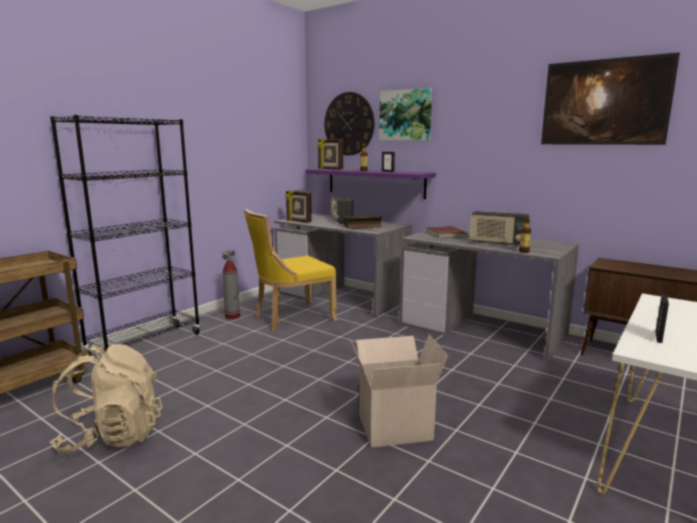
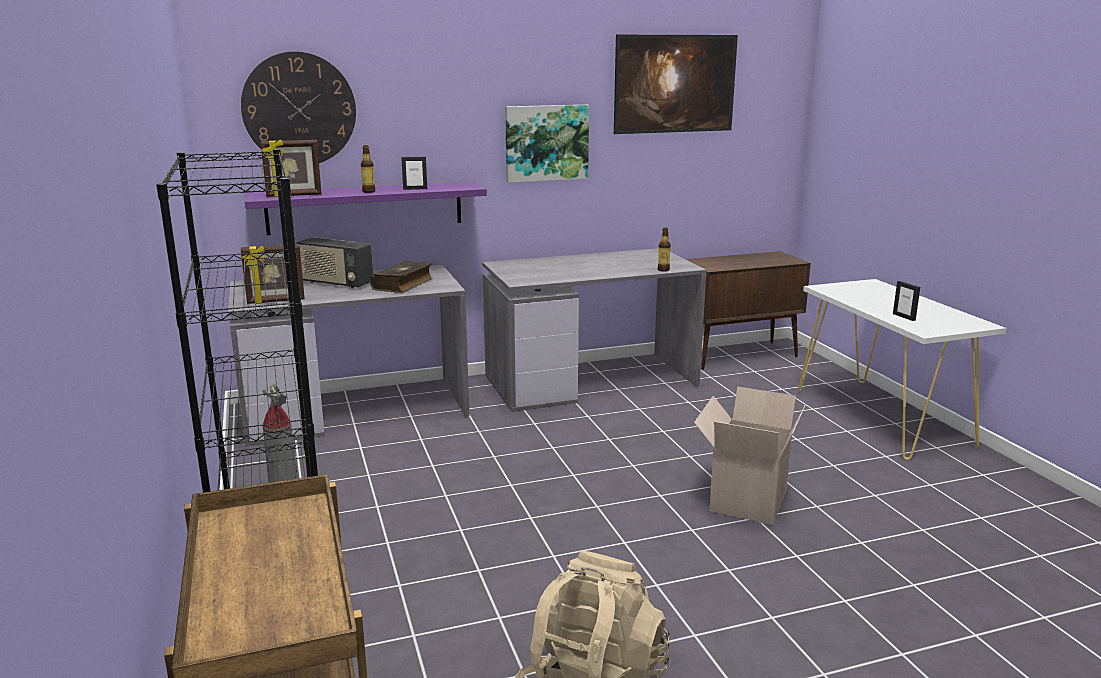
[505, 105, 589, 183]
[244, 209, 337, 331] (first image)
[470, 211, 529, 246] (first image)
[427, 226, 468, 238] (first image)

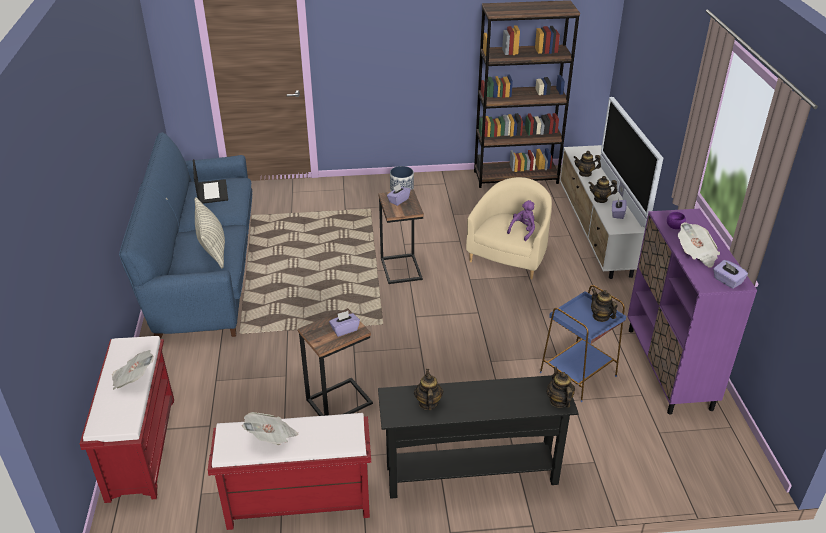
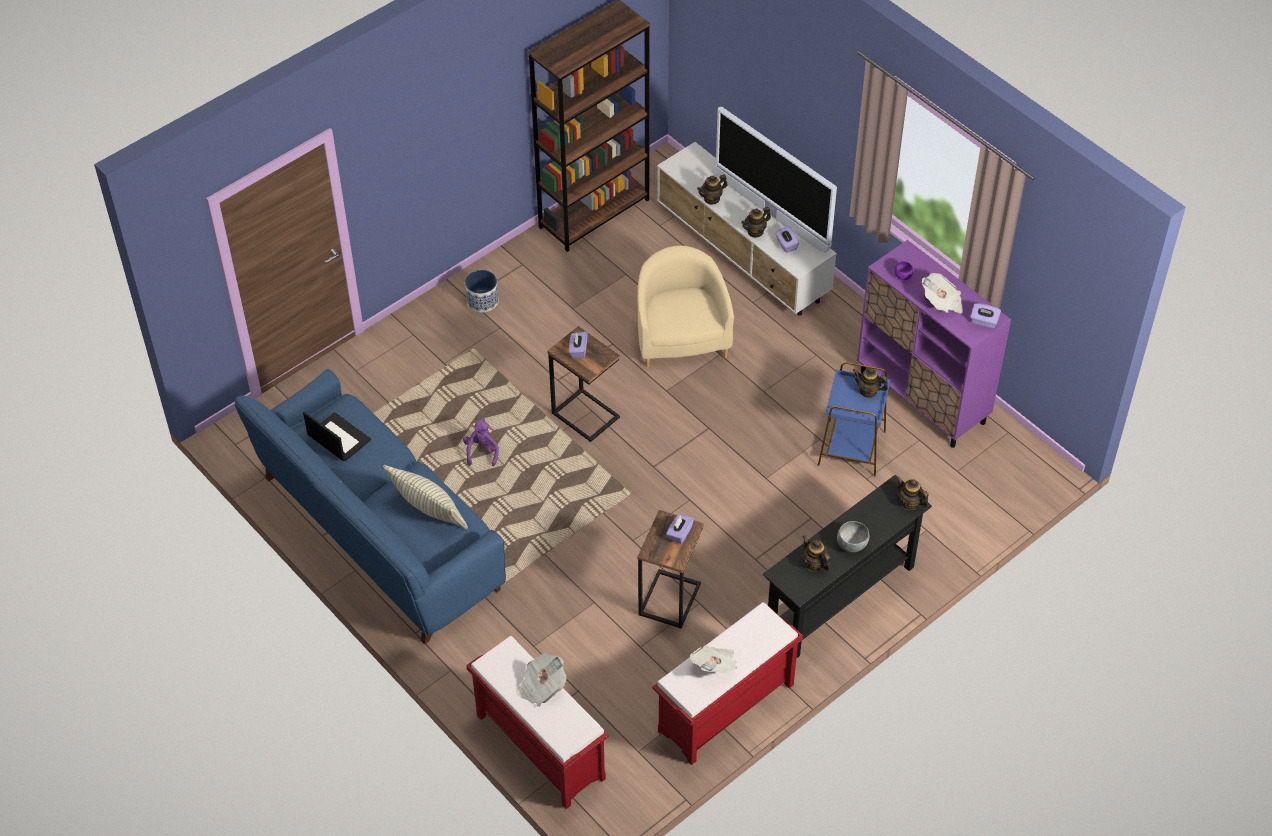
[463, 418, 499, 466]
[837, 521, 869, 552]

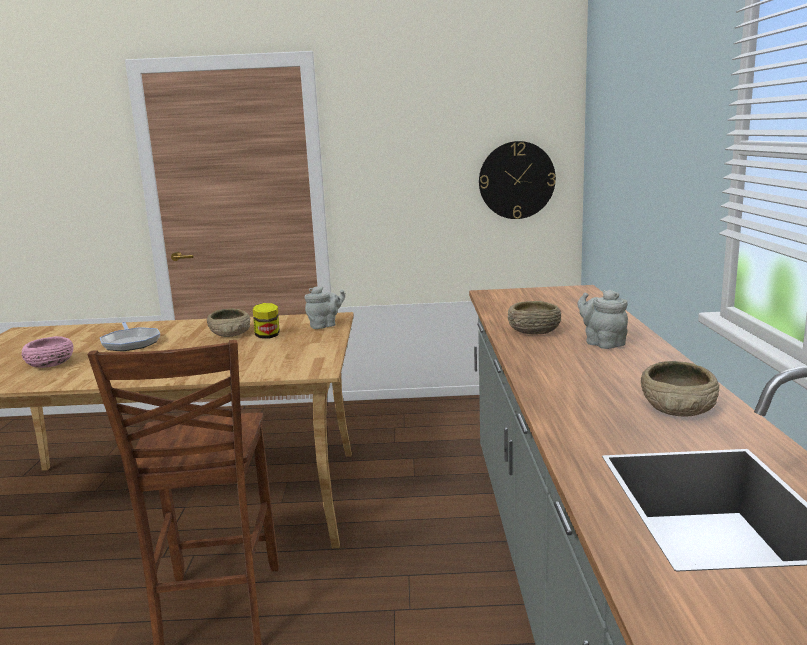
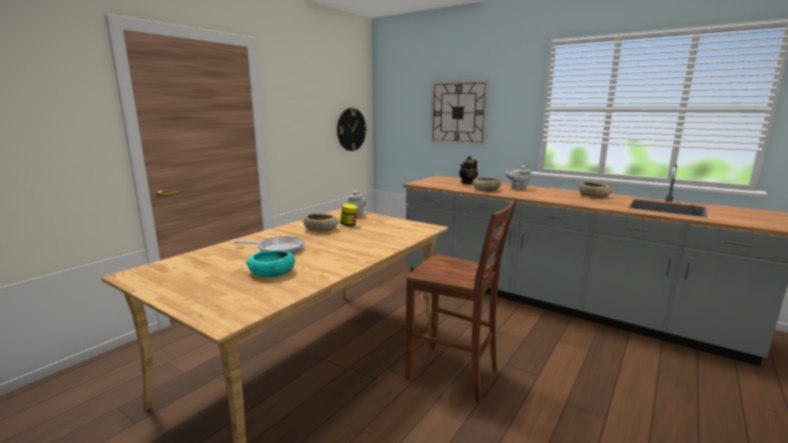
[246, 250, 295, 277]
[430, 80, 489, 145]
[459, 156, 478, 184]

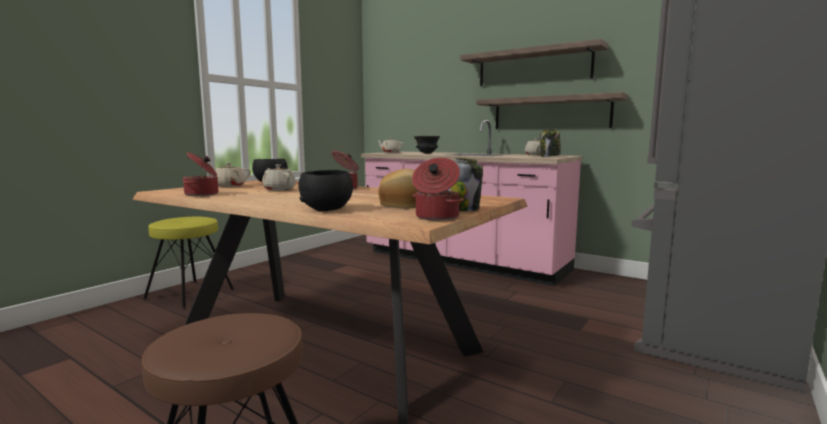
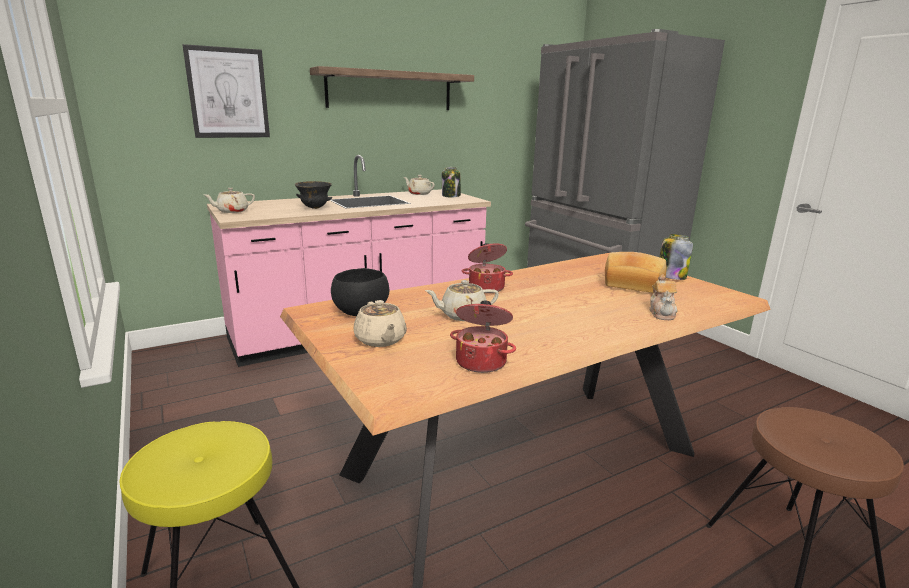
[476, 92, 628, 129] (first image)
[412, 158, 464, 221] (first image)
[649, 274, 678, 320]
[182, 44, 270, 138]

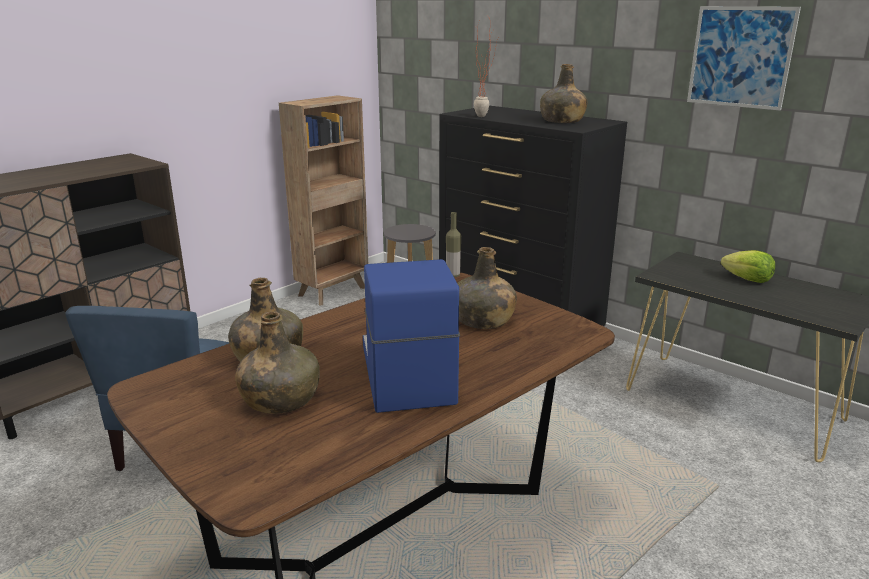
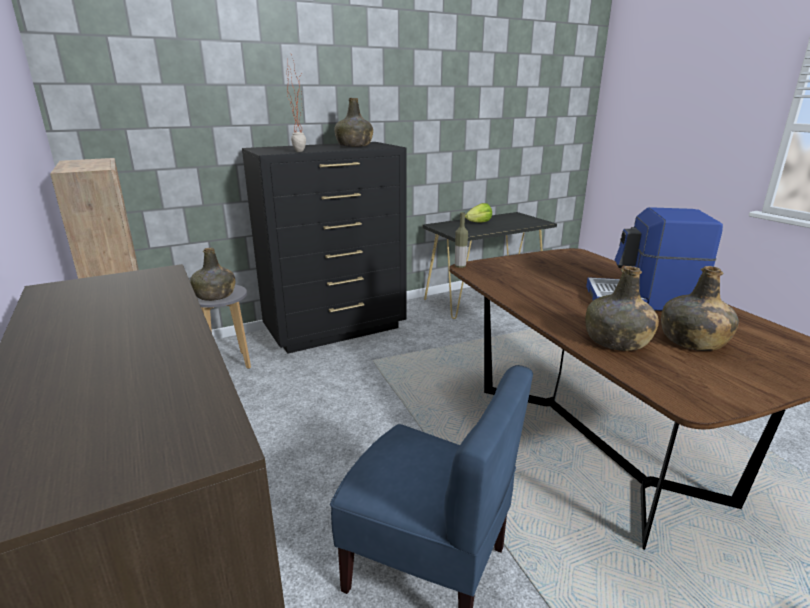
[687, 6, 801, 111] (first image)
[190, 248, 235, 301]

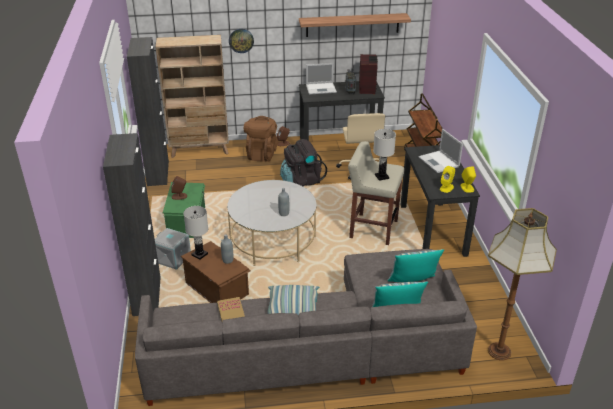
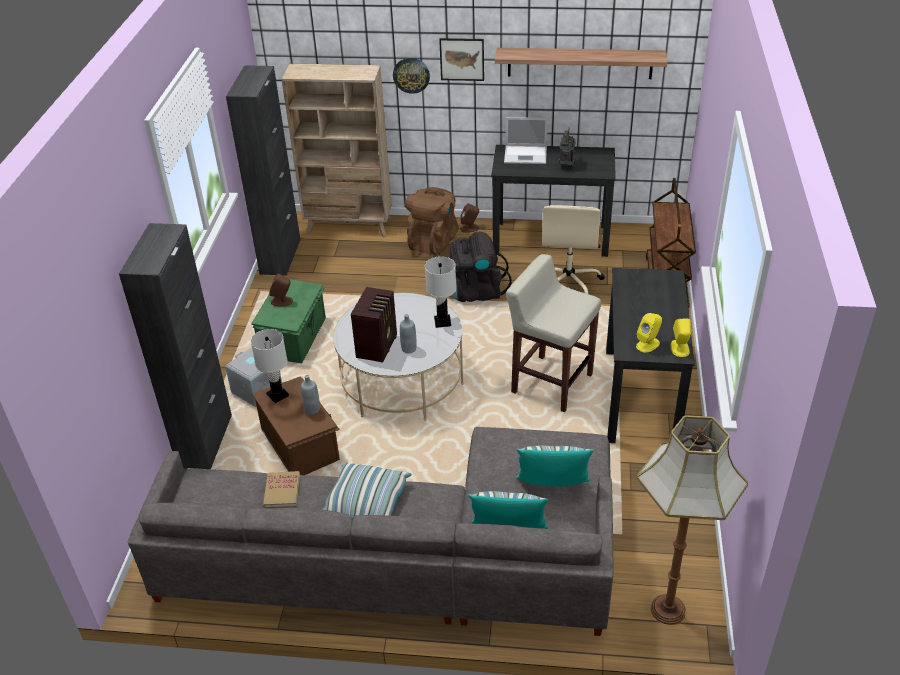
[351, 287, 397, 363]
[425, 256, 456, 328]
[418, 129, 463, 173] (first image)
[439, 38, 484, 81]

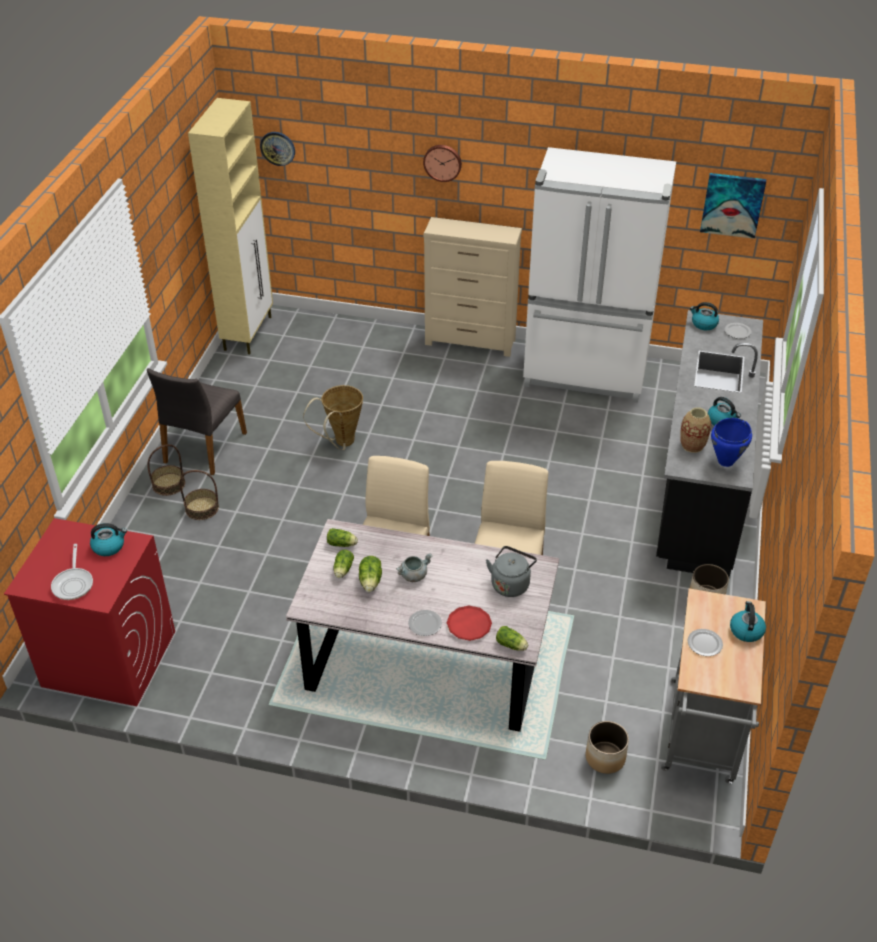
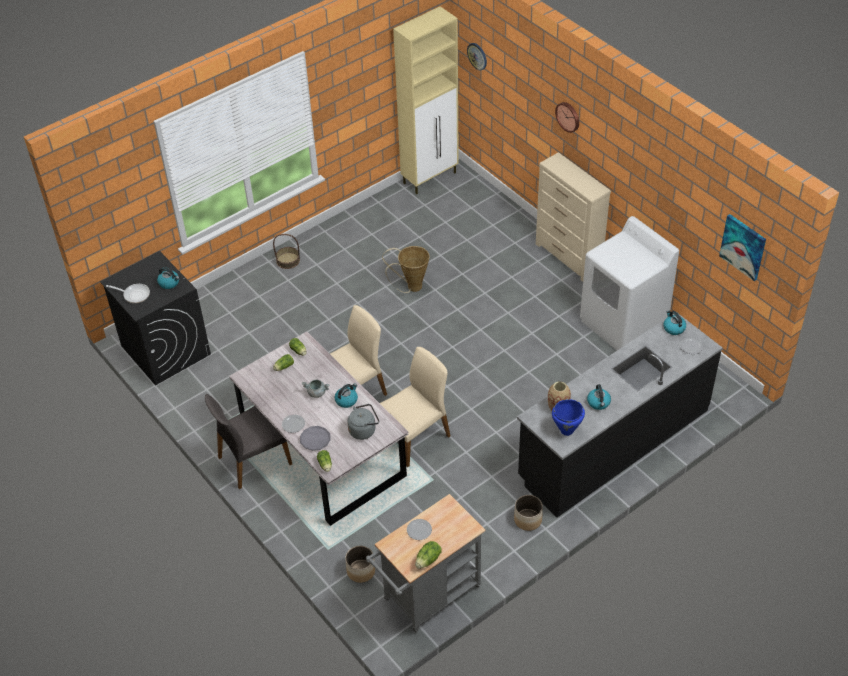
[580, 216, 679, 350]
[205, 394, 292, 489]
[179, 470, 219, 520] (first image)
[100, 251, 211, 386]
[106, 284, 150, 303]
[415, 541, 442, 569]
[335, 383, 358, 408]
[300, 426, 331, 451]

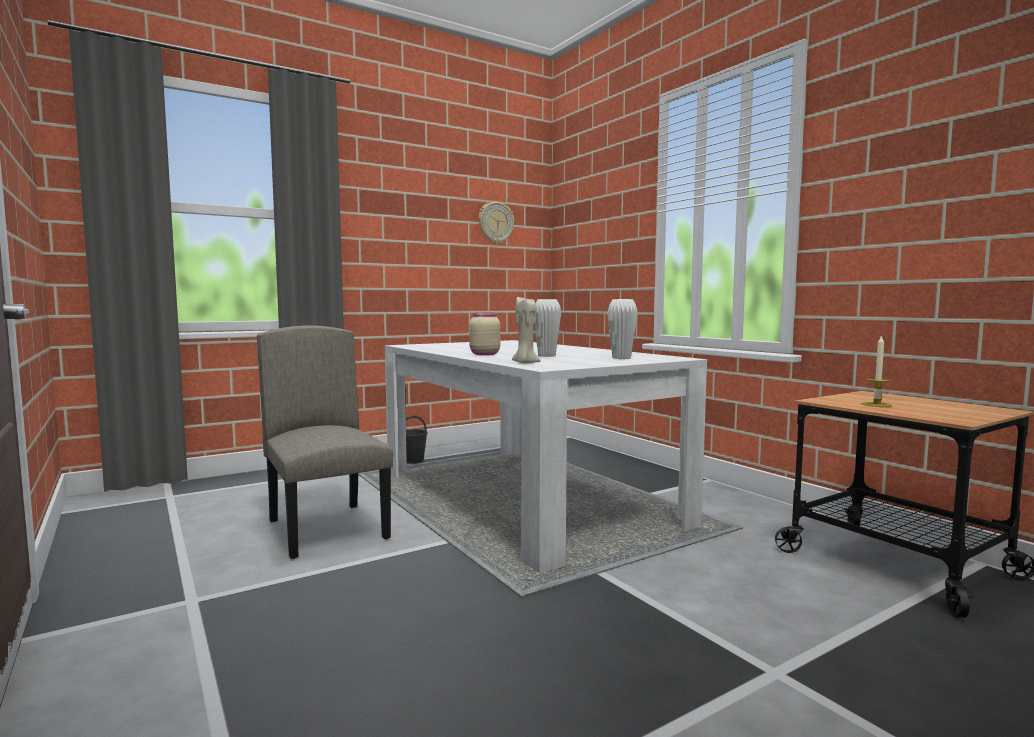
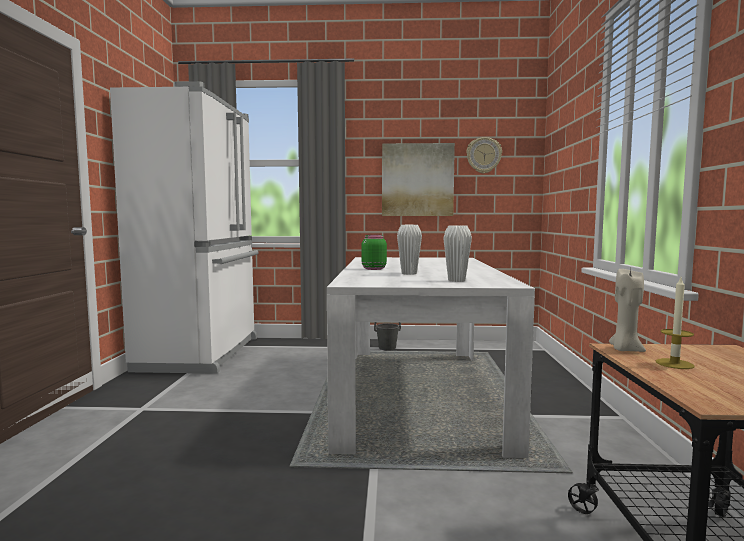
[609, 269, 646, 352]
[361, 235, 387, 270]
[257, 325, 393, 559] (first image)
[110, 81, 259, 374]
[382, 143, 455, 216]

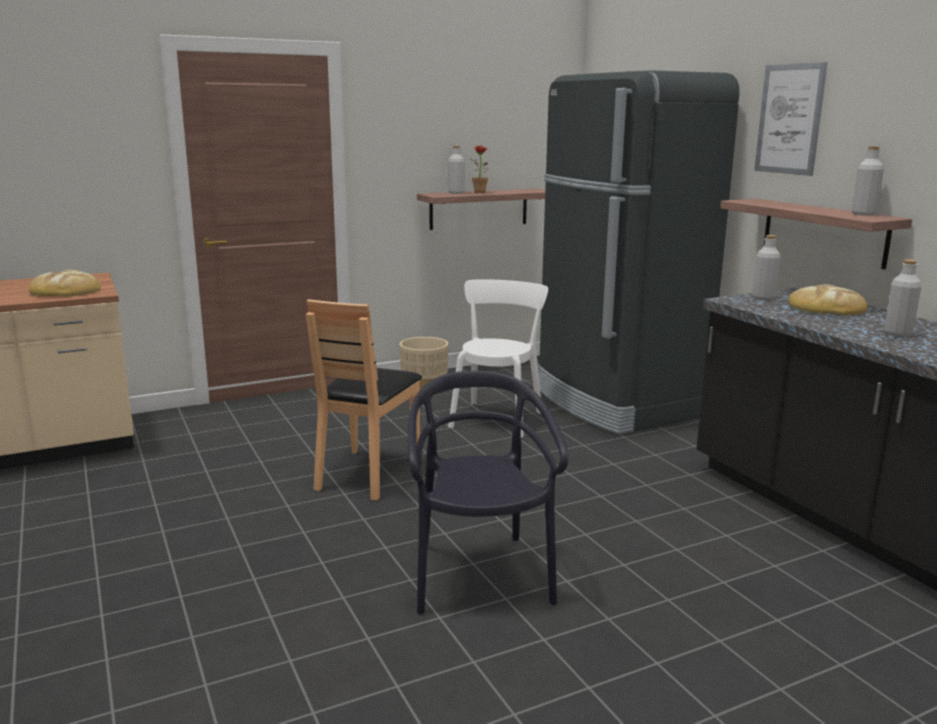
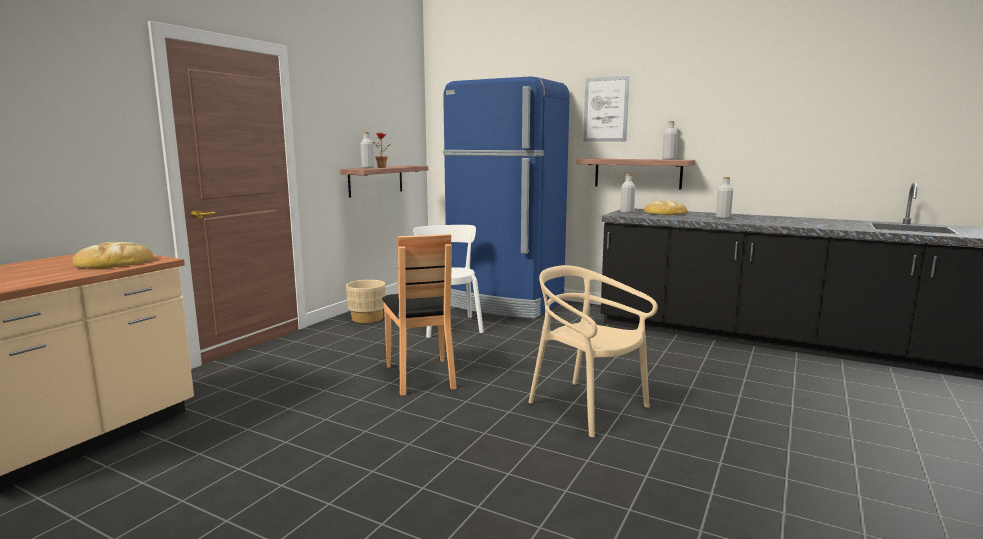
[443, 76, 569, 319]
[529, 265, 658, 438]

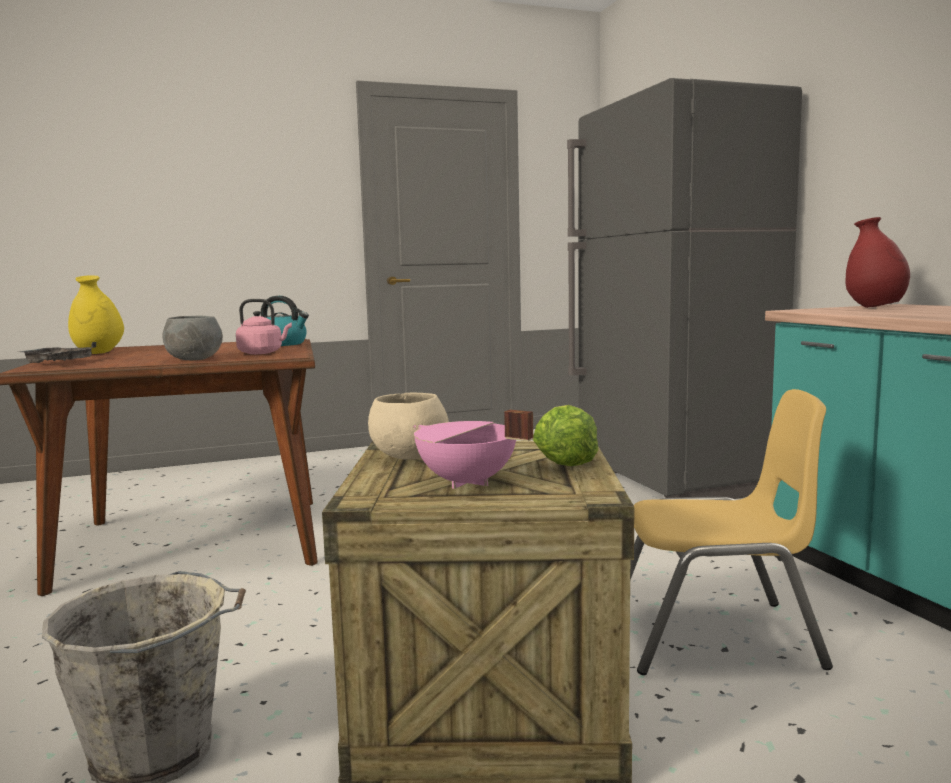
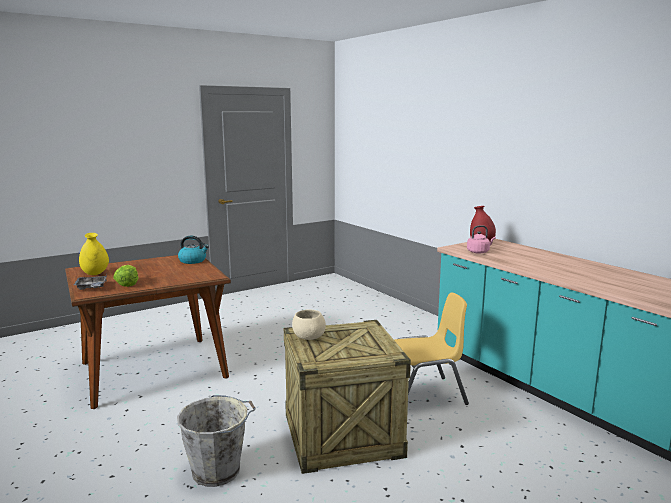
[567, 78, 802, 499] (first image)
[467, 225, 496, 254]
[163, 316, 223, 360] (first image)
[113, 265, 139, 287]
[413, 410, 533, 489] (first image)

